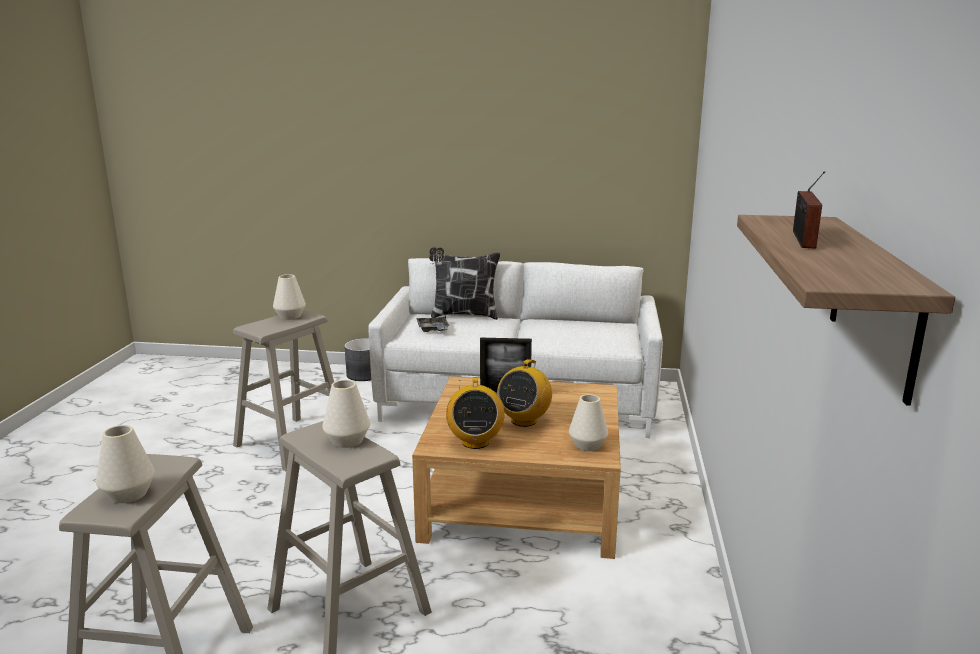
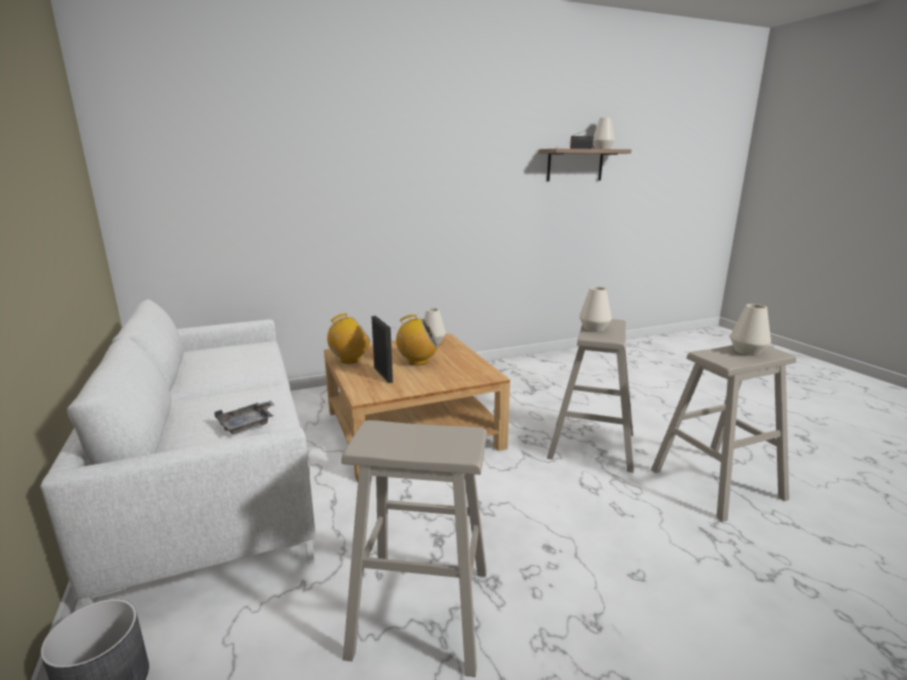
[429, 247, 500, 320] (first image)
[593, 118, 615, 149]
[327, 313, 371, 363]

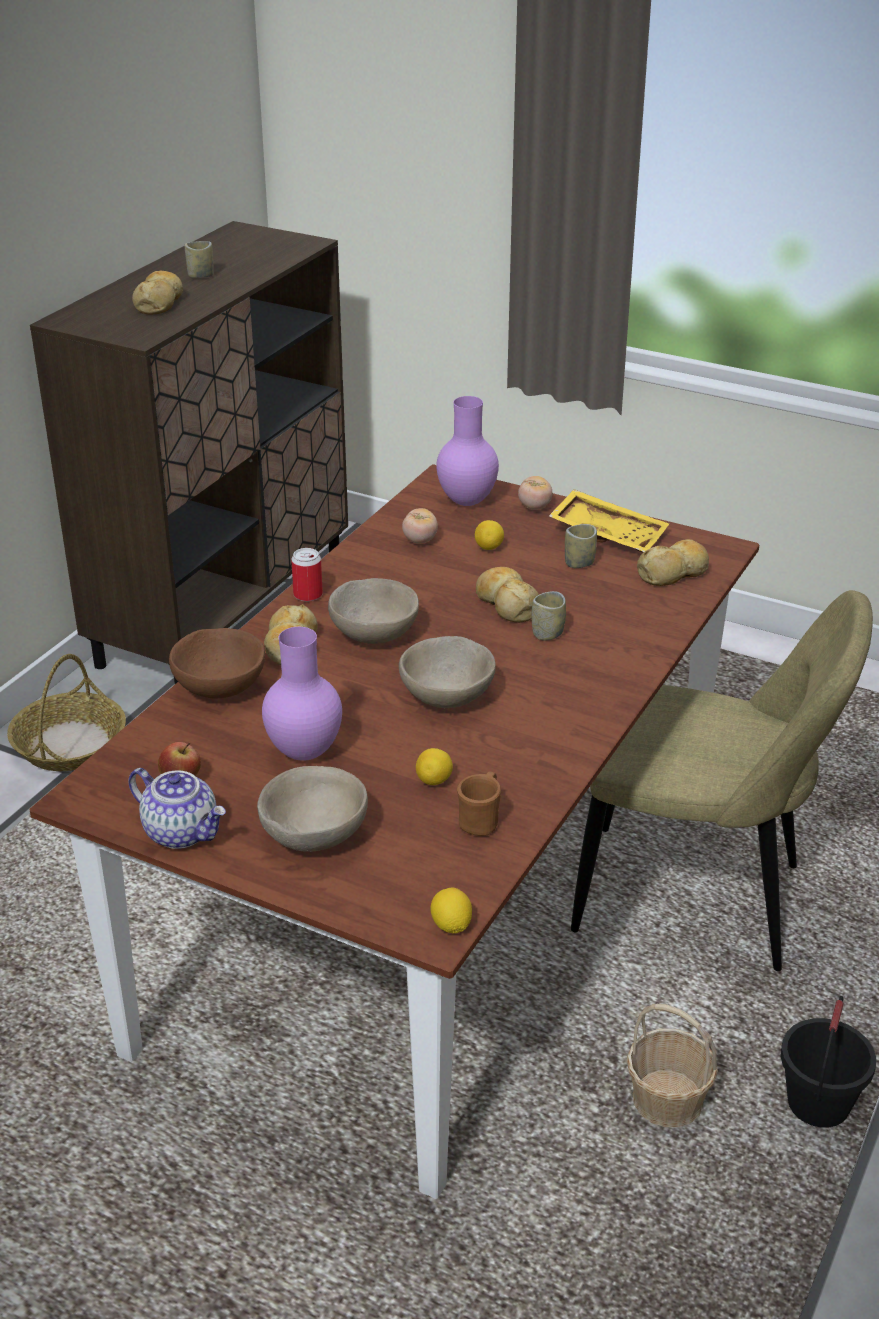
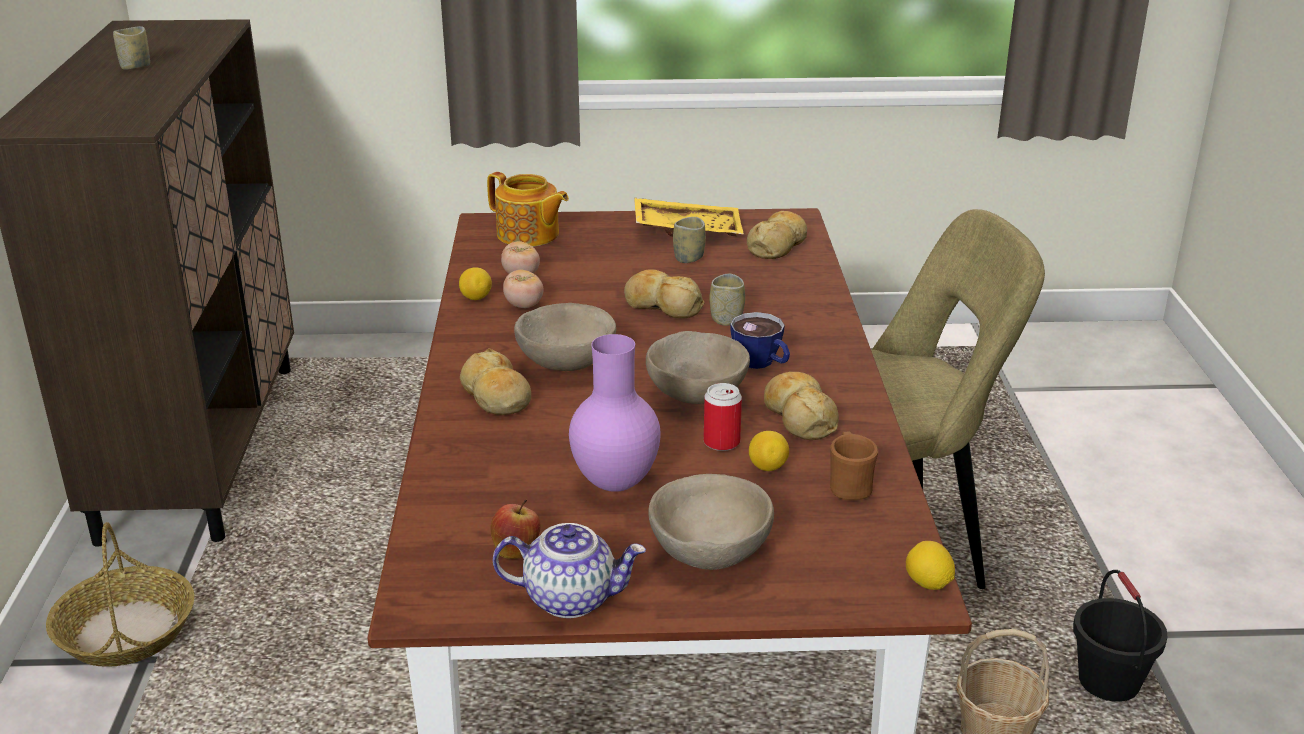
[764, 372, 839, 440]
[487, 172, 569, 247]
[503, 270, 543, 308]
[459, 267, 492, 300]
[704, 383, 742, 451]
[169, 628, 265, 699] (first image)
[730, 312, 790, 369]

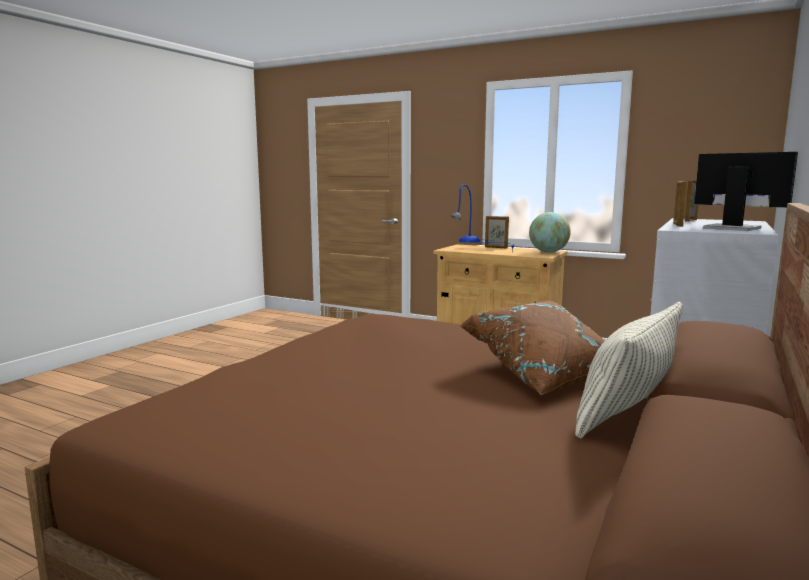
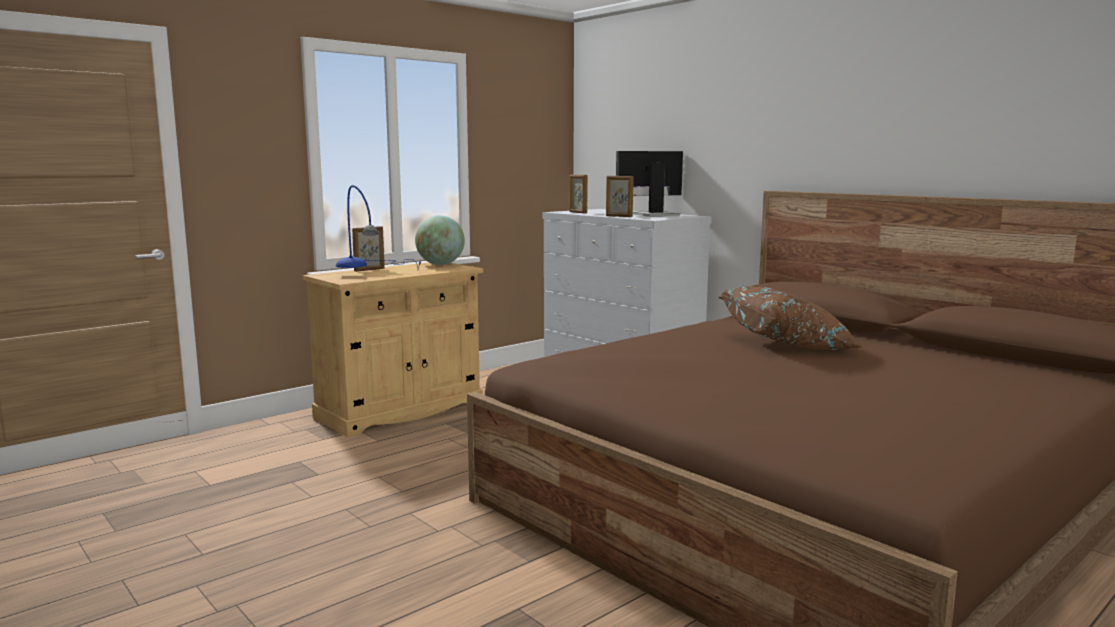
[575, 302, 683, 438] (first image)

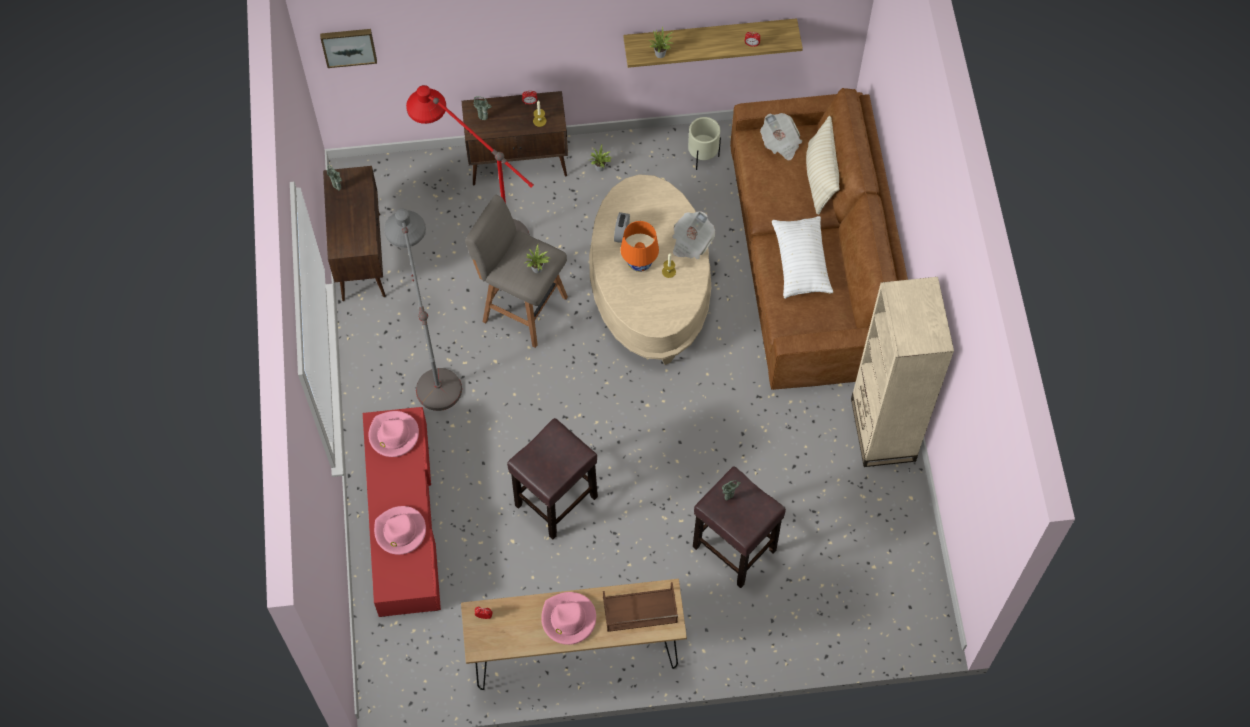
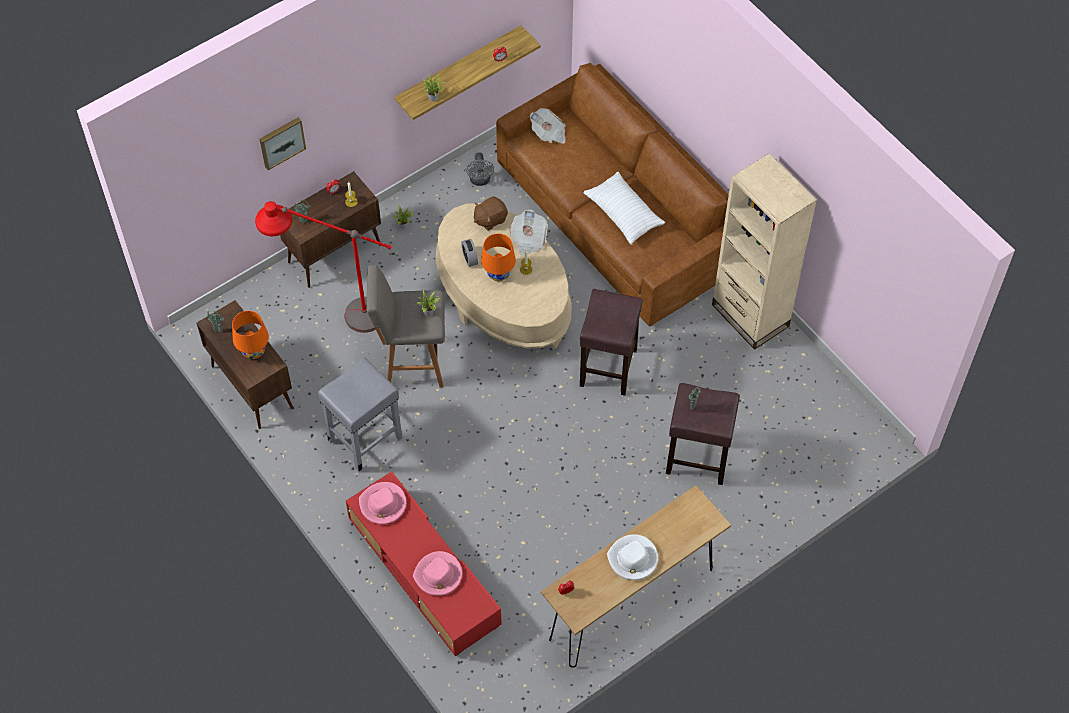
[260, 117, 306, 170]
[806, 116, 840, 215] (first image)
[466, 152, 494, 186]
[318, 357, 403, 472]
[580, 289, 643, 396]
[603, 582, 678, 632] (first image)
[607, 534, 658, 580]
[474, 196, 508, 231]
[232, 311, 269, 359]

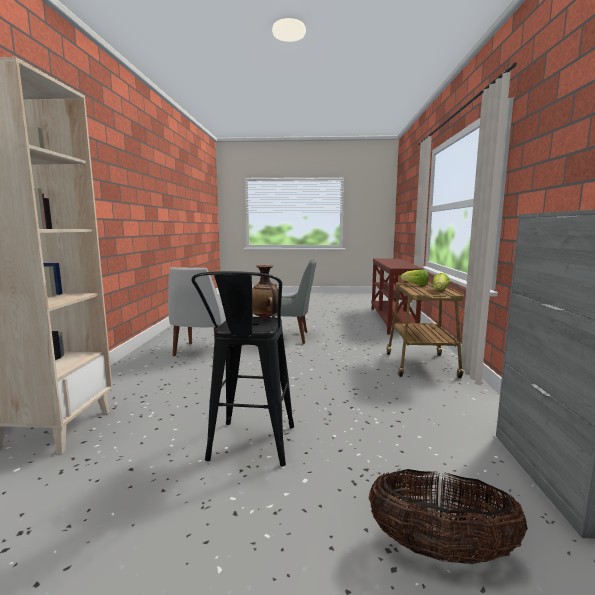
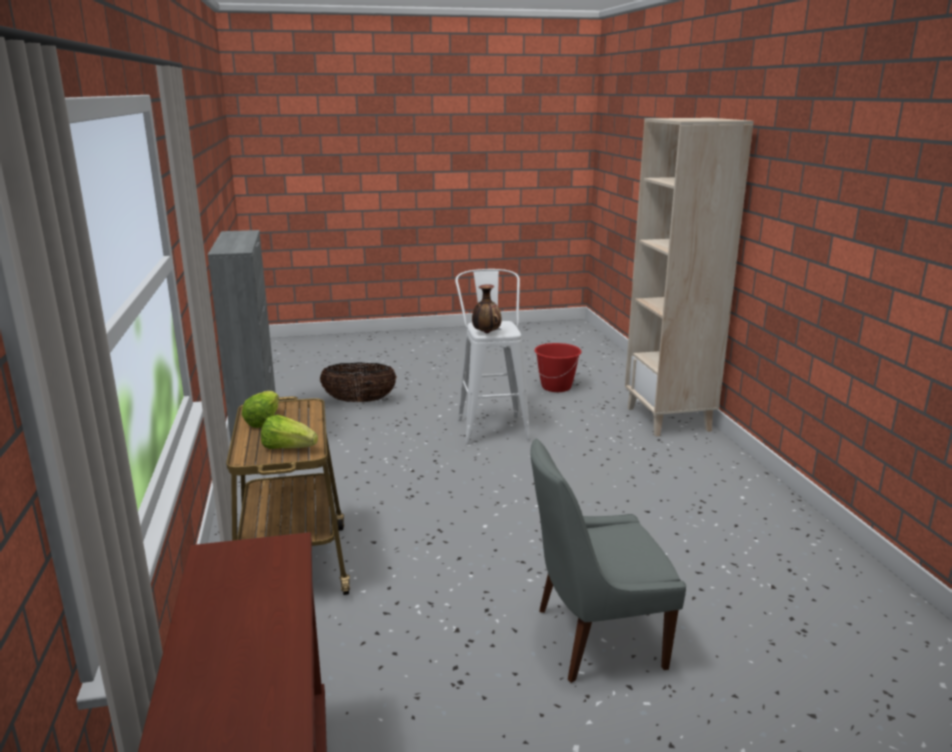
[168, 267, 226, 356] (first image)
[455, 269, 531, 444]
[534, 343, 582, 392]

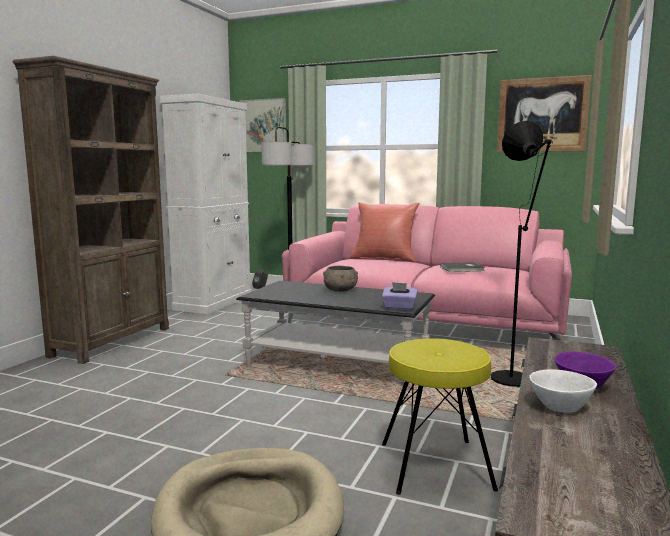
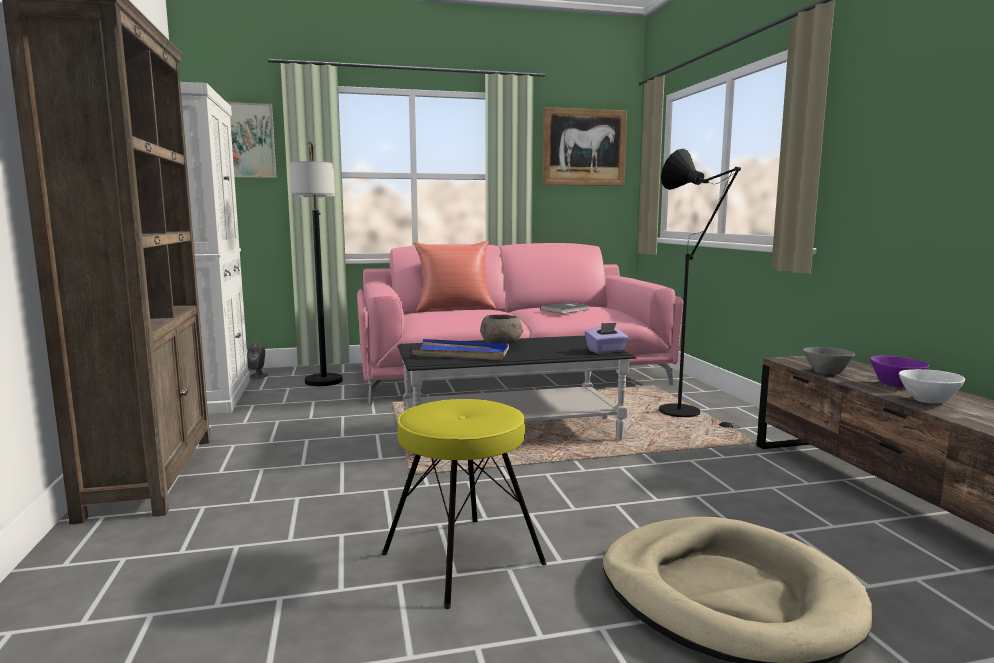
[382, 399, 547, 609]
[410, 339, 509, 360]
[803, 347, 855, 375]

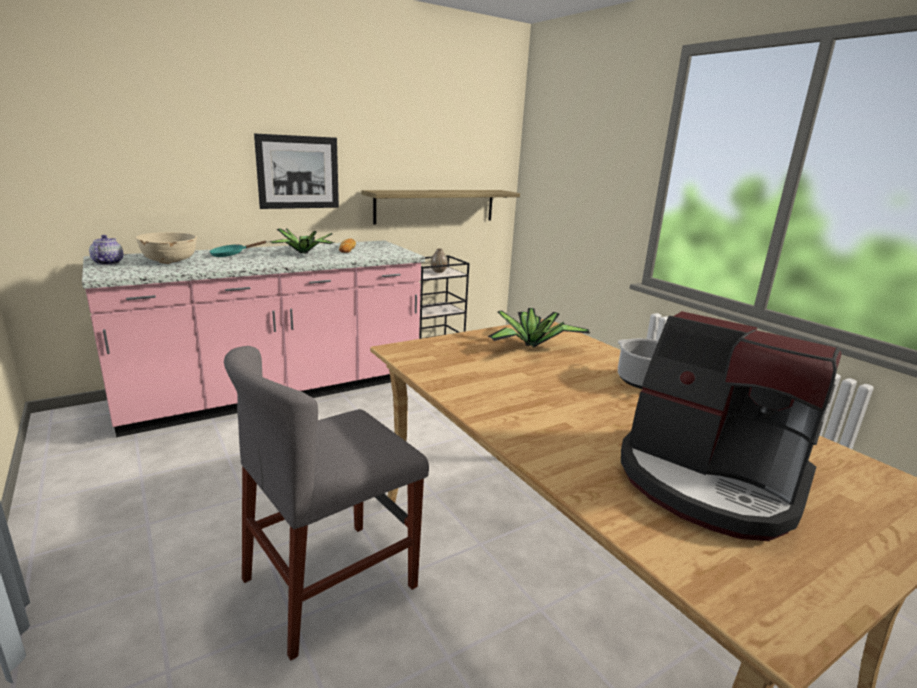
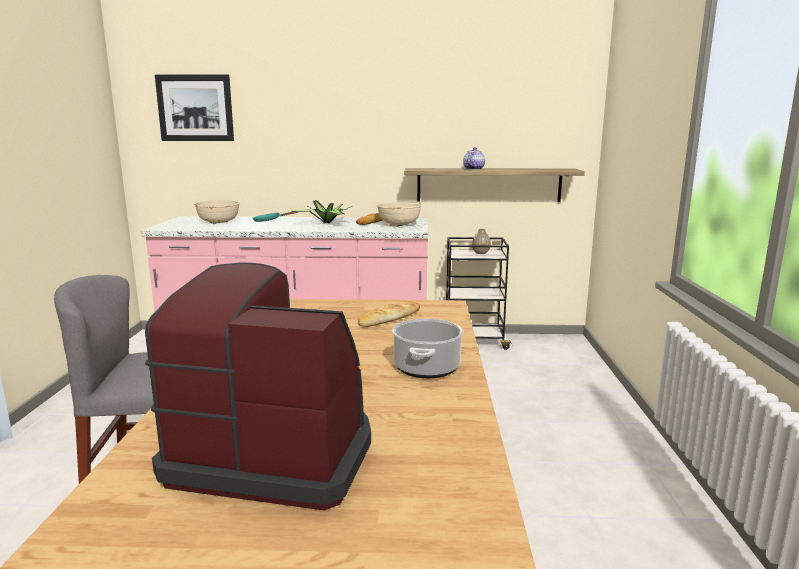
[155, 74, 234, 141]
[463, 147, 485, 170]
[358, 301, 420, 327]
[145, 263, 371, 511]
[377, 202, 421, 227]

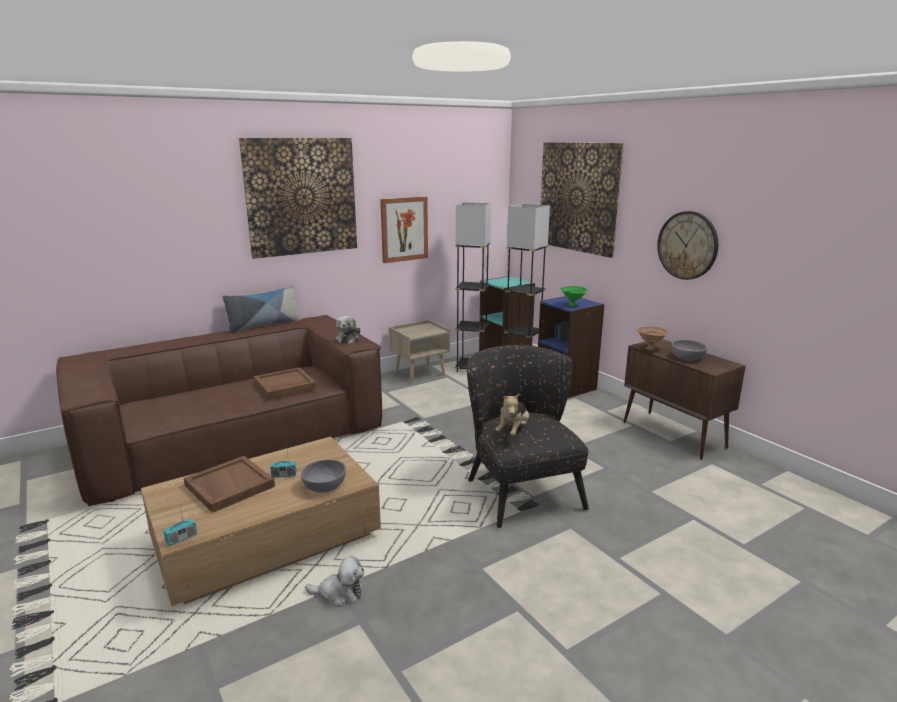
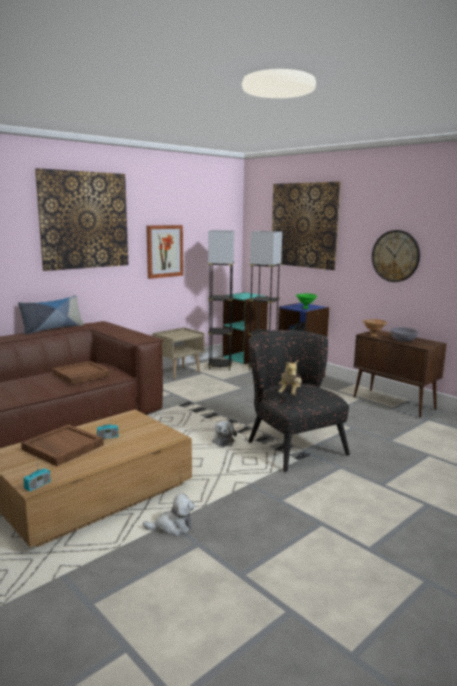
[212, 420, 237, 447]
[301, 459, 346, 493] (first image)

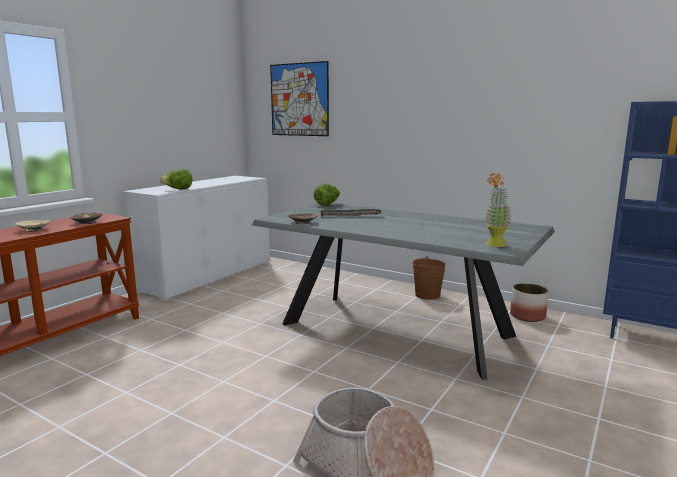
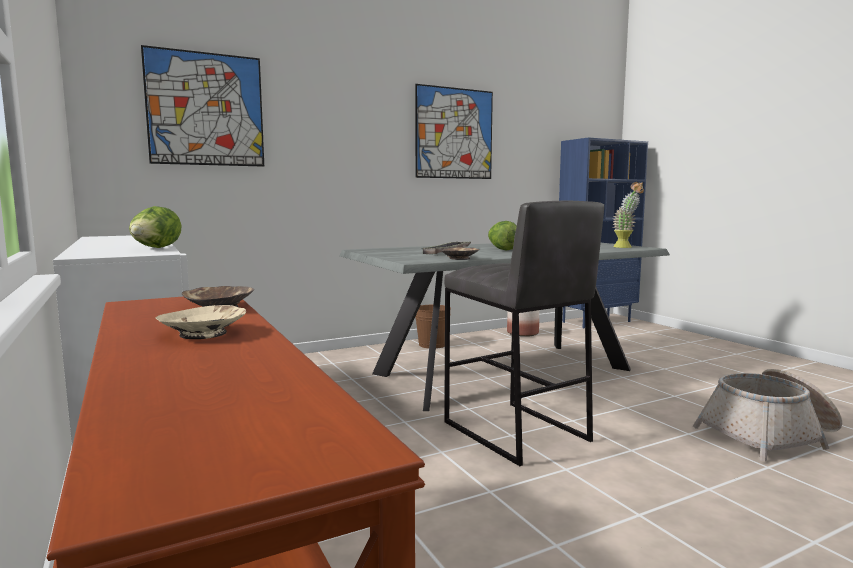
[488, 221, 517, 250]
[415, 84, 493, 179]
[444, 201, 604, 466]

